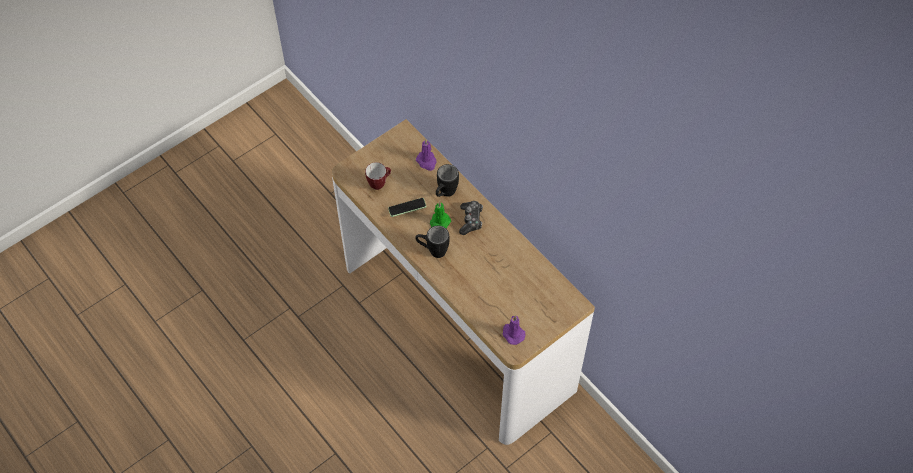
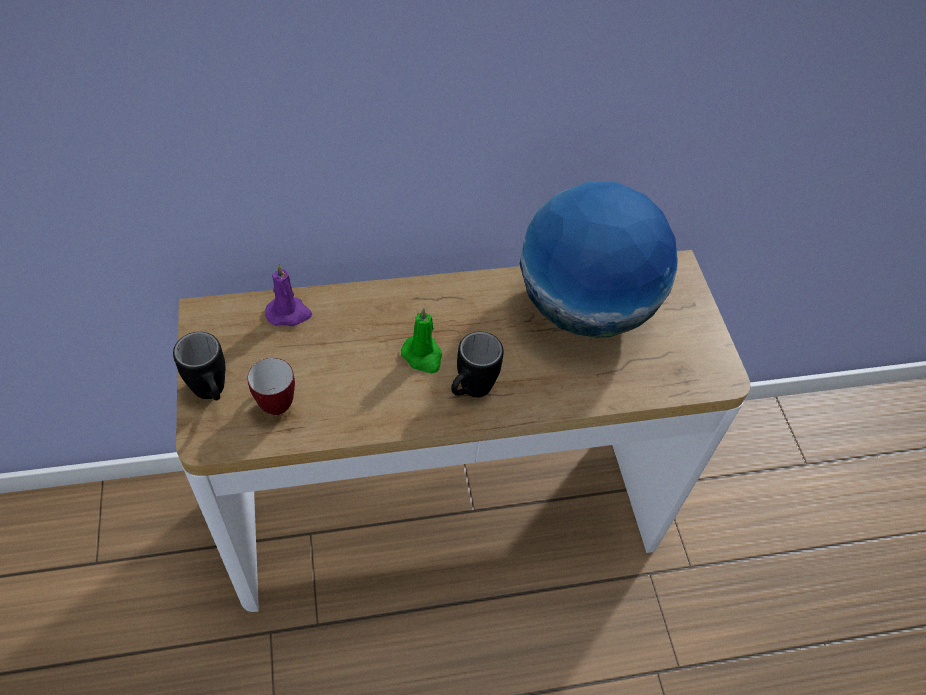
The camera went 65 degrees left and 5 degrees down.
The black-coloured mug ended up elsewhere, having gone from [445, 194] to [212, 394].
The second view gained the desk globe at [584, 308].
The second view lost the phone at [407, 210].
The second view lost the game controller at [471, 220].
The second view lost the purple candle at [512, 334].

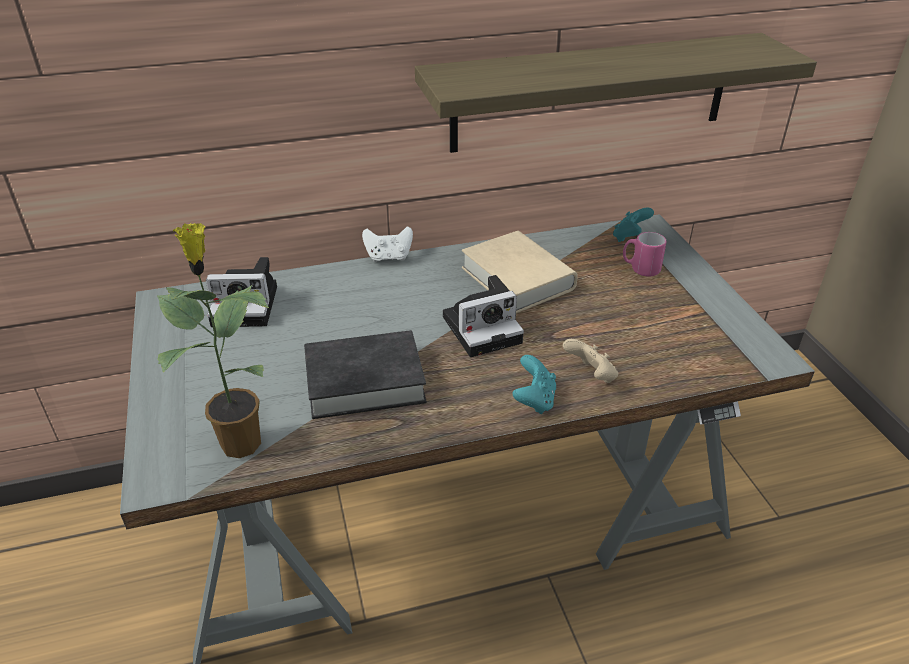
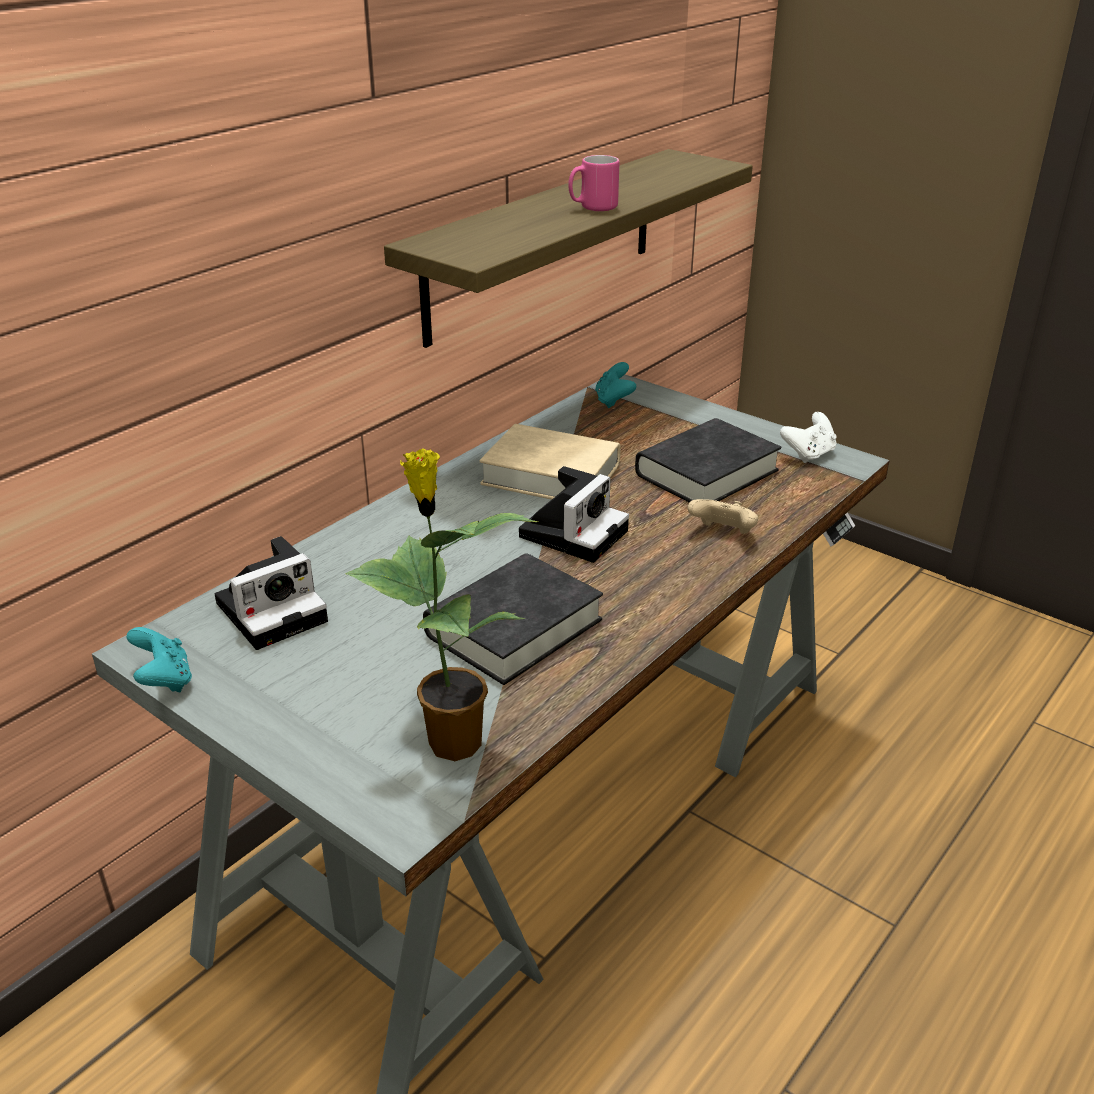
The camera went 35 degrees left and 5 degrees down.
The turquoise-coloured game controller ended up elsewhere, having gone from [534, 400] to [164, 680].
The pinkish mug ended up elsewhere, having gone from [640, 269] to [592, 208].
The second view gained the black-coloured volume at [706, 472].
The white game controller ended up elsewhere, having gone from [389, 257] to [808, 454].

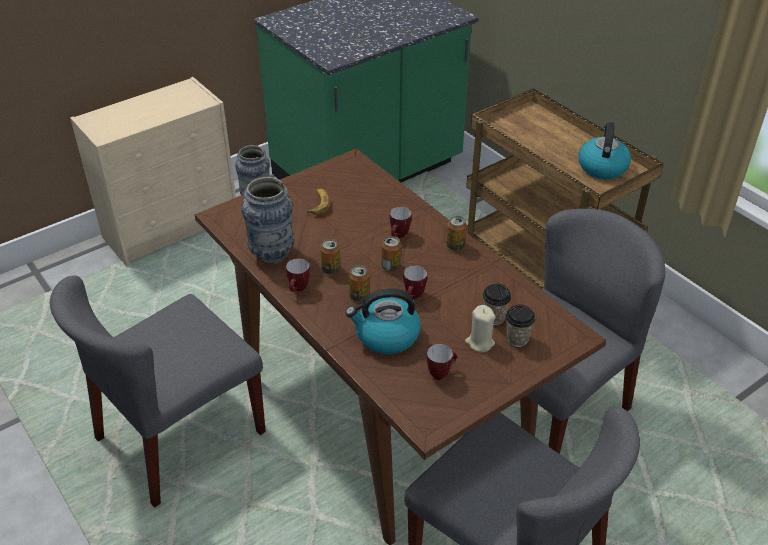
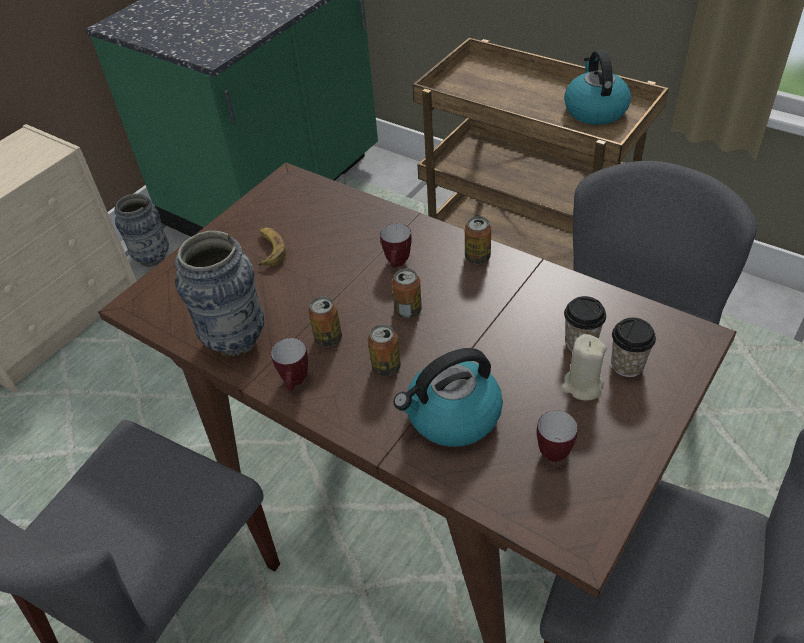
The camera went 15 degrees left and 5 degrees up.
The second view lost the mug at [413, 297].

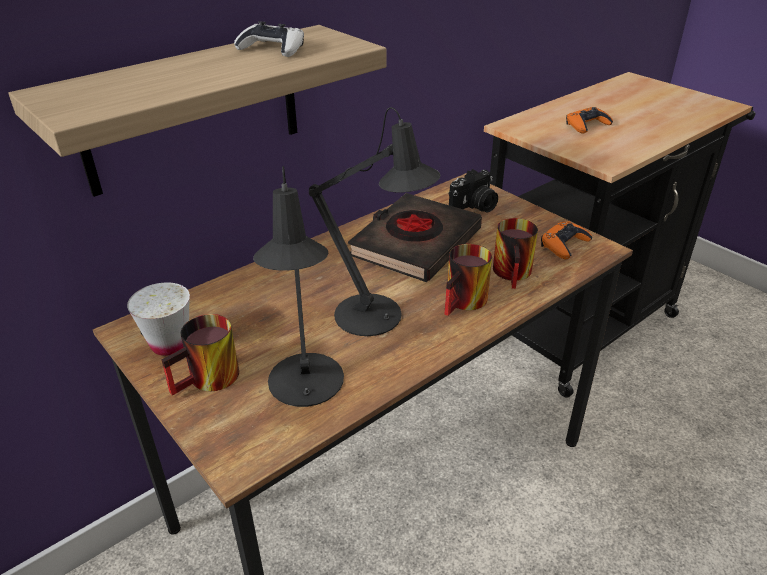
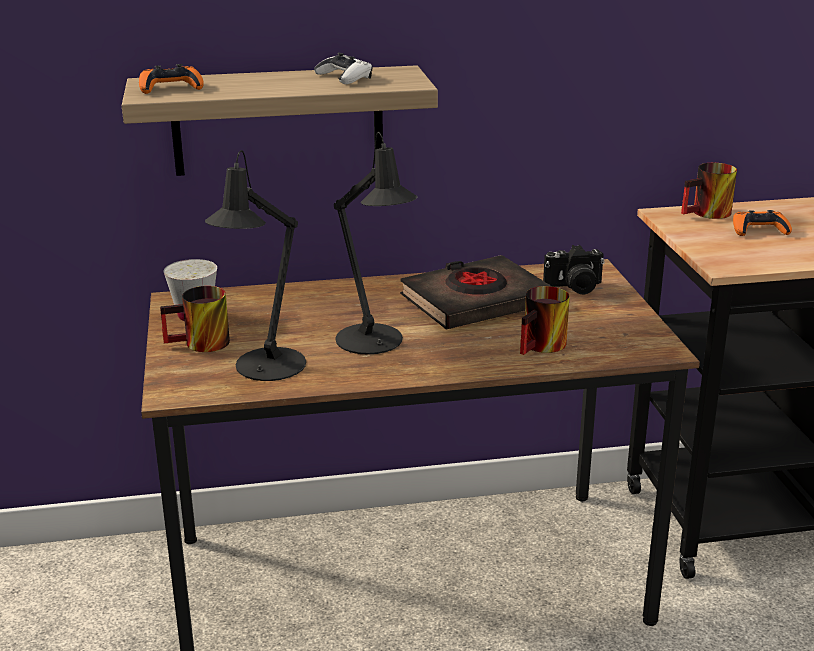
The camera went 30 degrees right and 10 degrees down.
The orange-coloured game controller ended up elsewhere, having gone from [564, 245] to [171, 88].
The mug ended up elsewhere, having gone from [466, 303] to [708, 214].

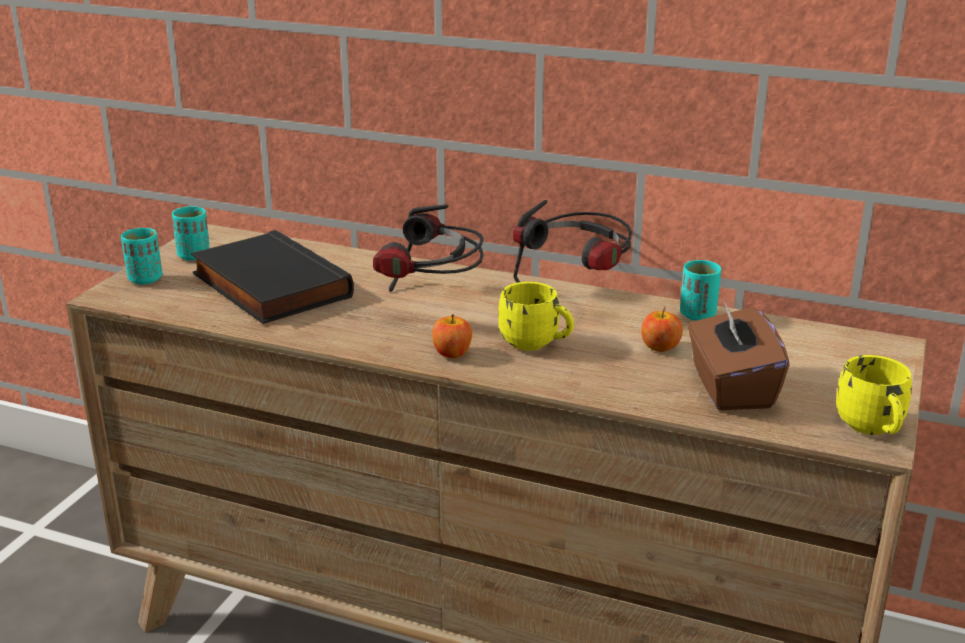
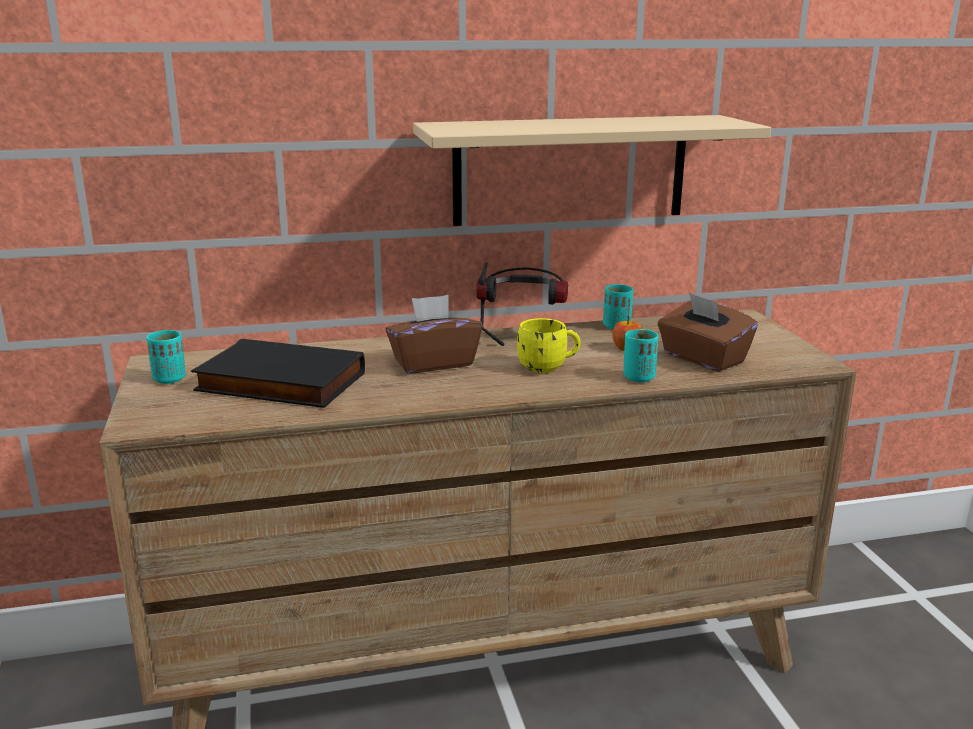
The camera went 35 degrees left and 5 degrees down.
Where the pair of headphones stood at [431, 304], the brownish tissue holder came to stand at [433, 363].
The second view gained the beige wall shelf at [570, 170].
The turquoise-coloured drinking cup ended up elsewhere, having gone from [145, 279] to [638, 378].
The second view lost the apple fruit at [452, 353].
The second view lost the yellow-coloured mug at [872, 429].

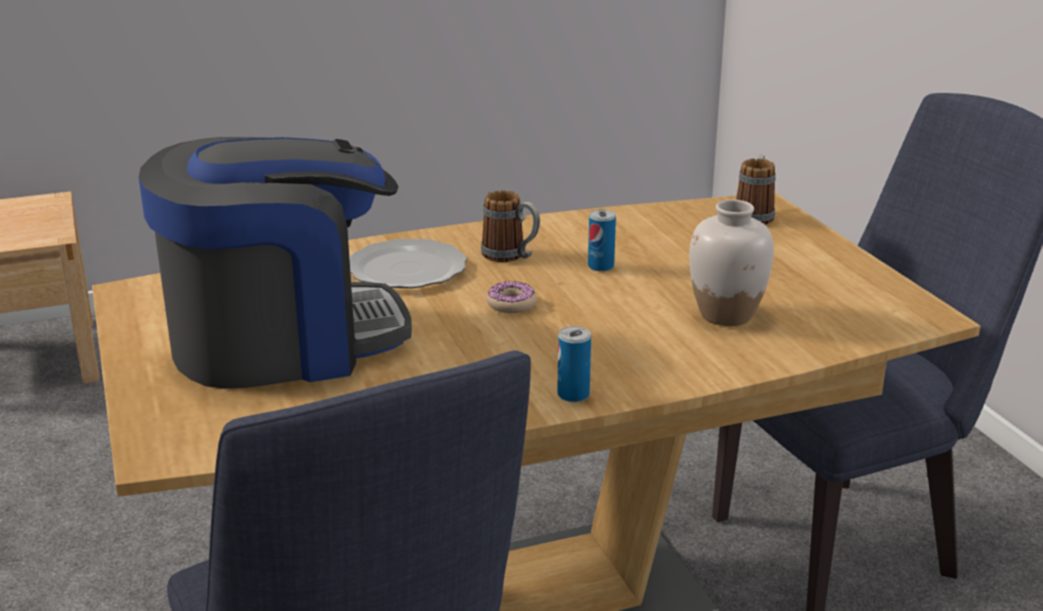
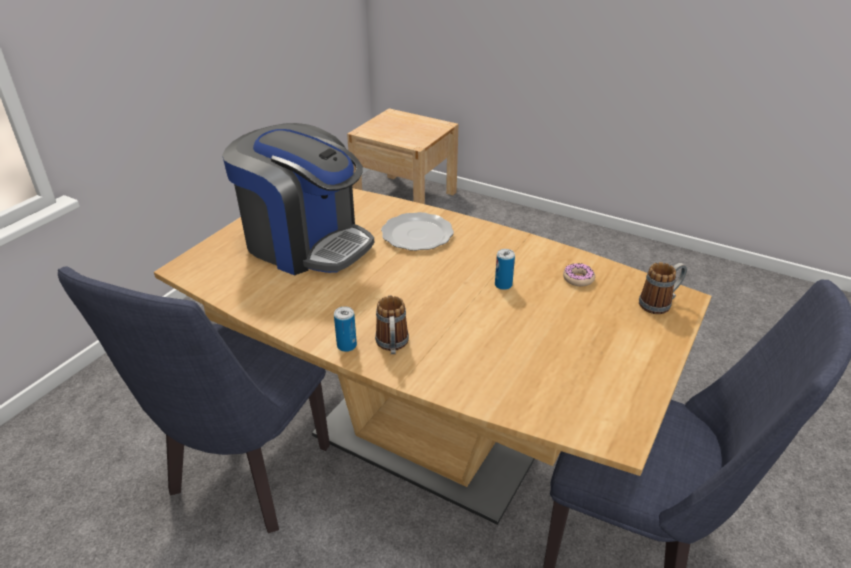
The camera went 50 degrees right and 10 degrees up.
The mug ended up elsewhere, having gone from [511, 256] to [392, 346].
The ring doughnut ended up elsewhere, having gone from [511, 304] to [578, 279].
The second view lost the white decorative vase at [726, 315].

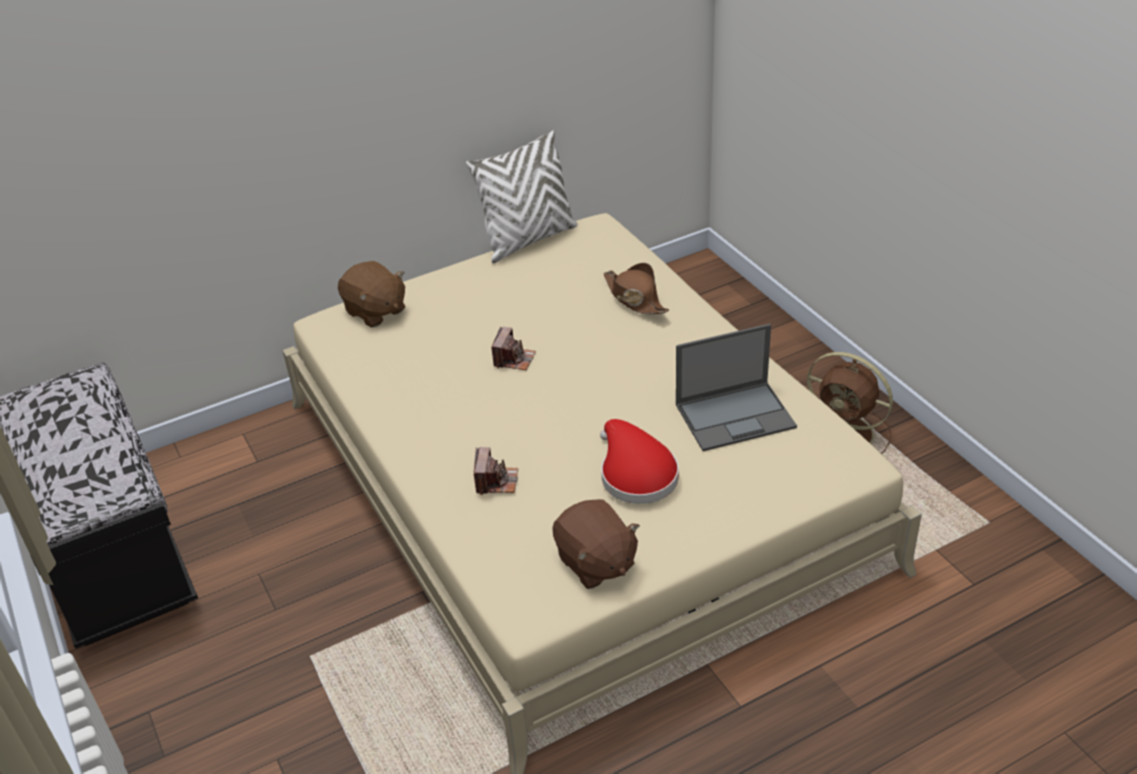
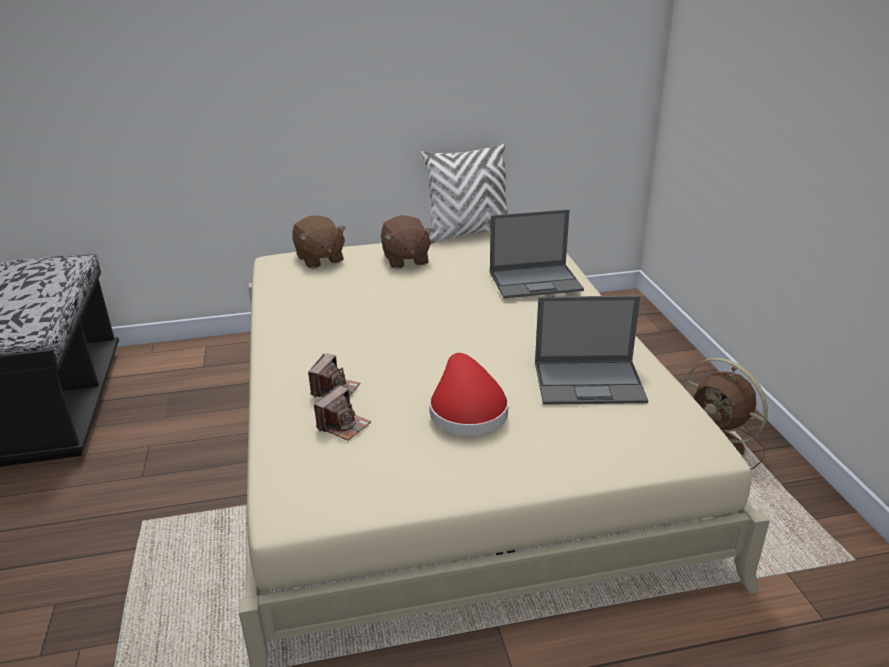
The camera went 15 degrees right and 10 degrees down.
The still camera ended up elsewhere, having gone from [514, 359] to [343, 425].
The brownish plush toy ended up elsewhere, having gone from [595, 563] to [405, 260].
Where the brownish hat stood at [634, 298], the notebook computer came to stand at [536, 281].

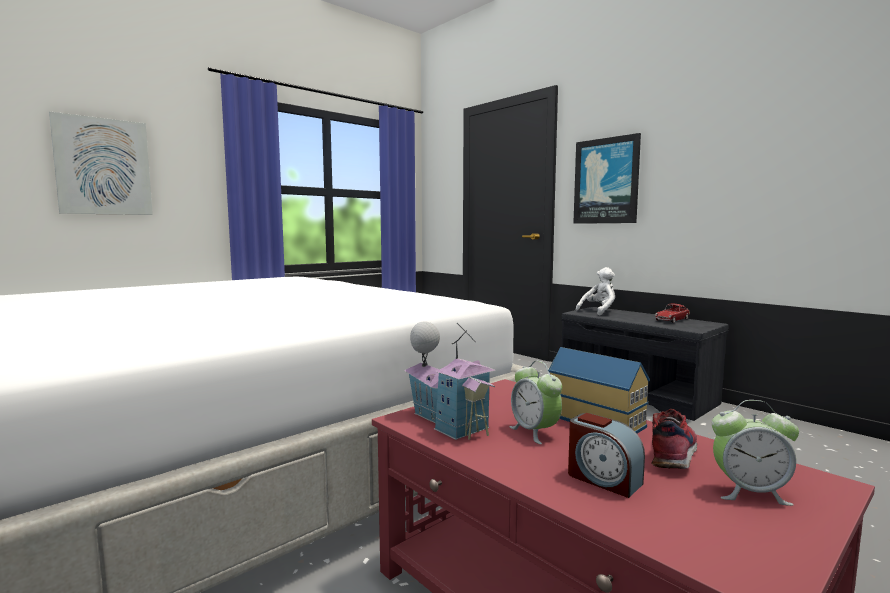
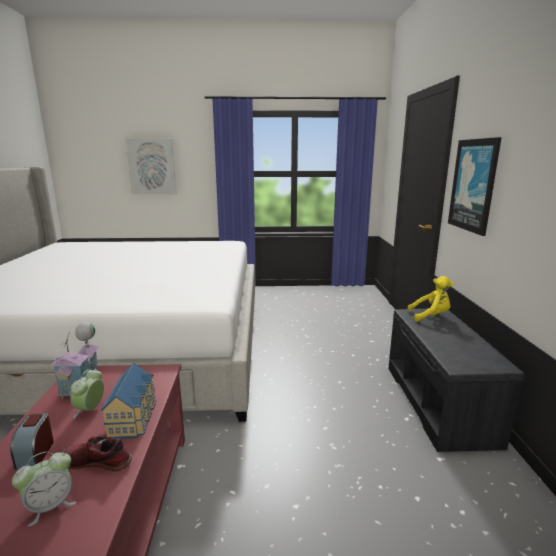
The camera went 40 degrees right and 10 degrees up.
The alarm clock at [749, 492] ended up facing another way, 90 degrees counterclockwise from before.
The shoe at [673, 453] ended up facing another way, 150 degrees counterclockwise from before.
What was the white plush toy at [599, 311] turned into the yellow-coloured plush toy at [430, 316].
The second view lost the model car at [672, 320].

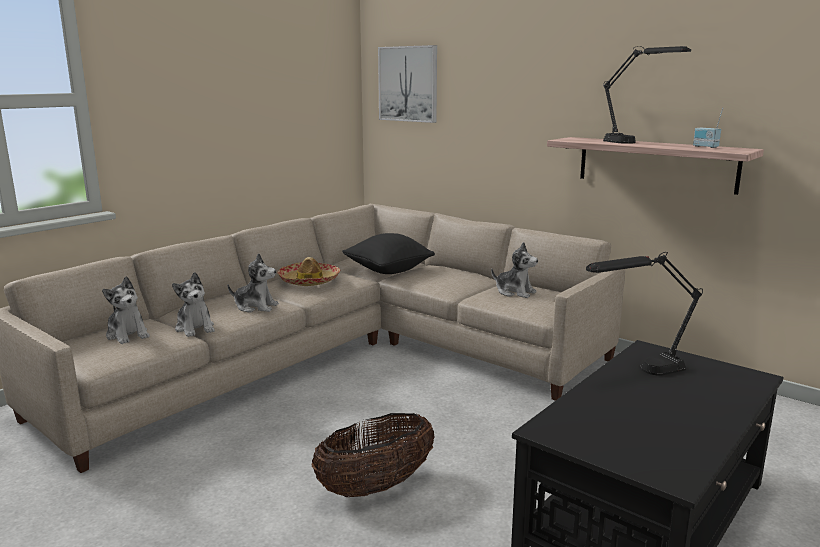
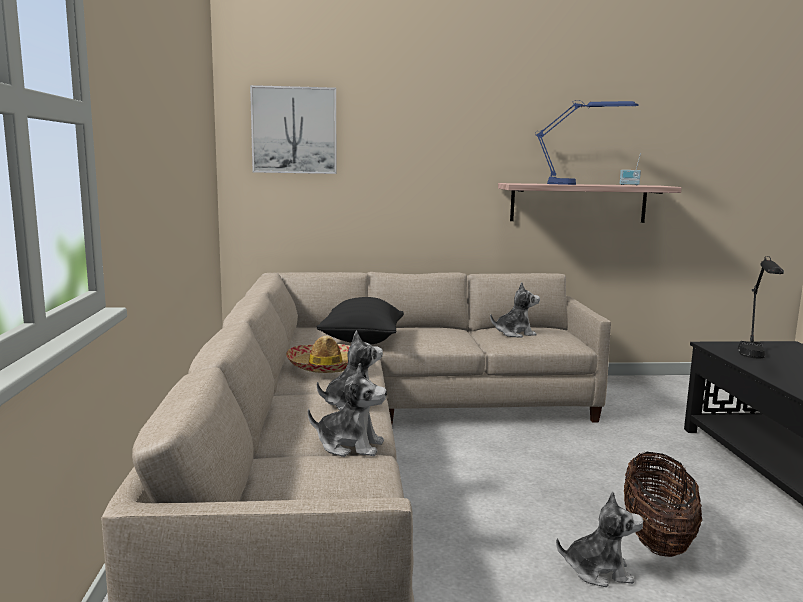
The camera went 45 degrees left and 5 degrees down.
What was the black-coloured table lamp at [635, 143] turned into the blue-coloured table lamp at [580, 184].
The plush toy ended up elsewhere, having gone from [128, 335] to [598, 571].

